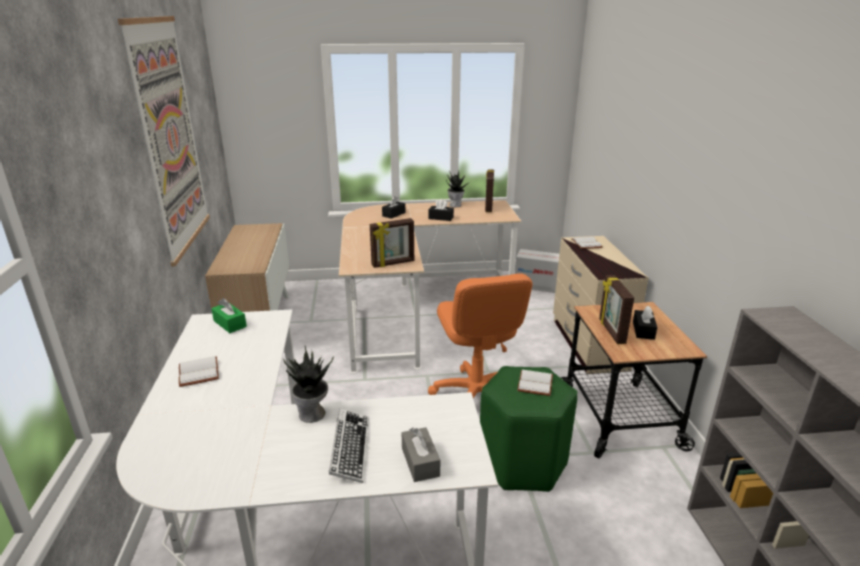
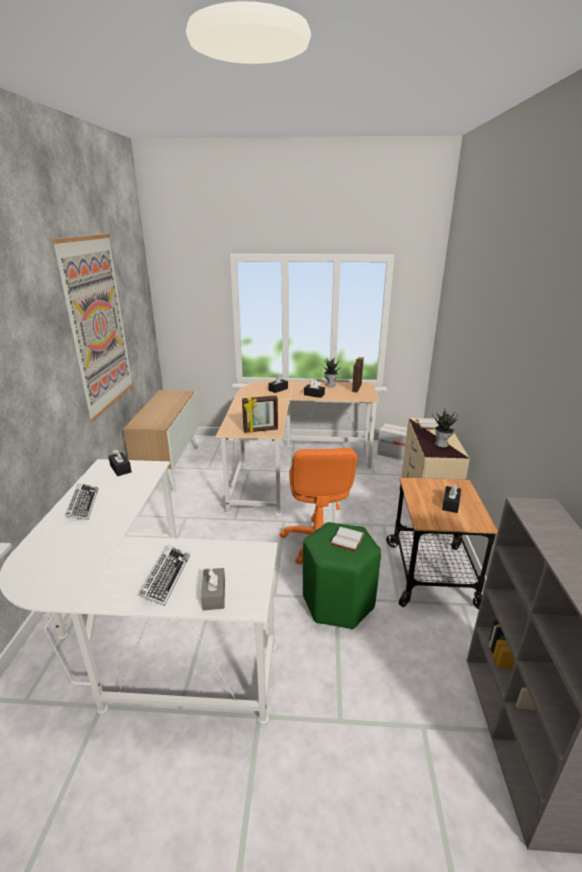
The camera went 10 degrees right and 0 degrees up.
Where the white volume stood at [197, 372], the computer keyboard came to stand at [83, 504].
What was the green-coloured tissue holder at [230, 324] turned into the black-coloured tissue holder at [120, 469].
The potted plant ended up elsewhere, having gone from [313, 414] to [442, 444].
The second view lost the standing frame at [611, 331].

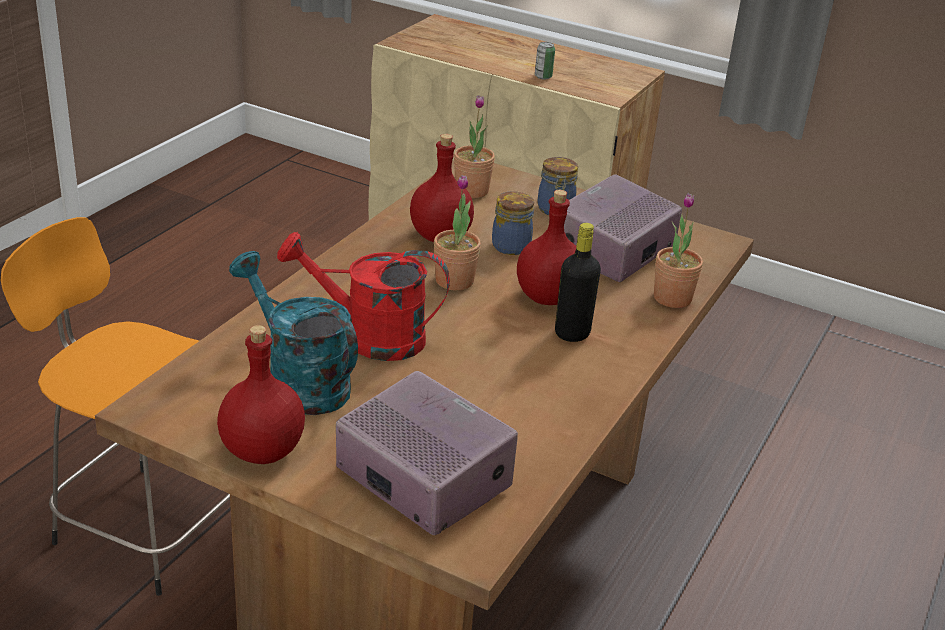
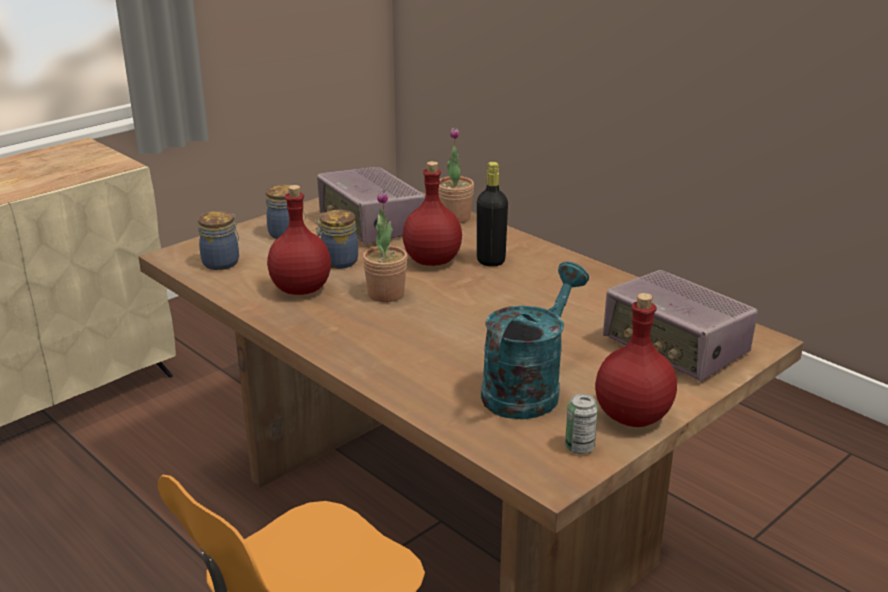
The camera went 70 degrees left and 5 degrees down.
Where the potted plant stood at [471, 191], the storage jar came to stand at [222, 262].
The turquoise-coloured watering pot at [298, 382] ended up facing another way, 150 degrees clockwise from before.
The metal can ended up elsewhere, having gone from [543, 77] to [579, 447].
The radio set at [423, 478] ended up facing another way, 105 degrees counterclockwise from before.
The second view lost the red watering pot at [370, 337].

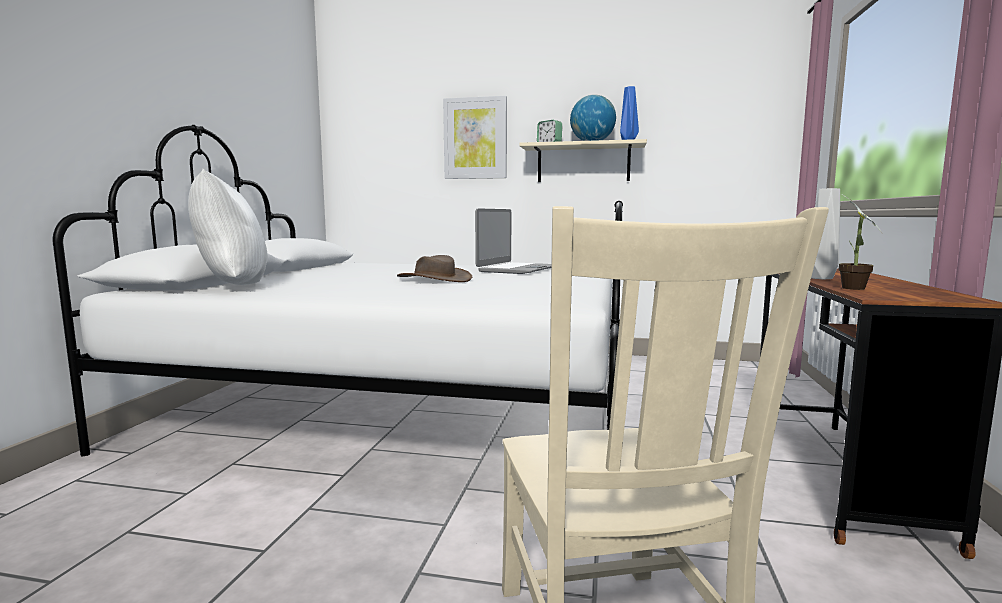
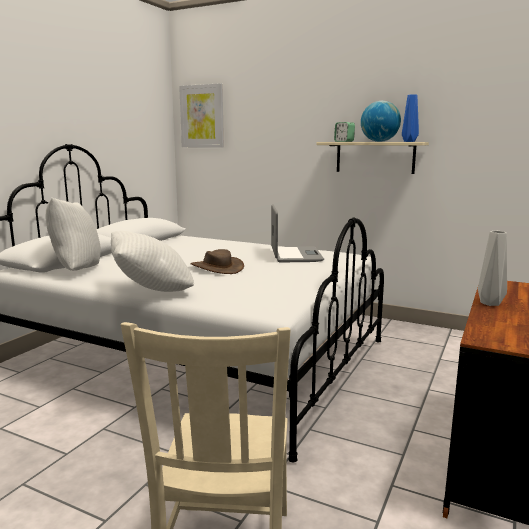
The camera went 15 degrees right and 5 degrees up.
The second view gained the white pillow at [151, 290].
The picture ended up elsewhere, having gone from [475, 138] to [202, 116].
The notebook computer at [517, 269] ended up facing another way, 45 degrees counterclockwise from before.
The second view lost the potted plant at [852, 288].

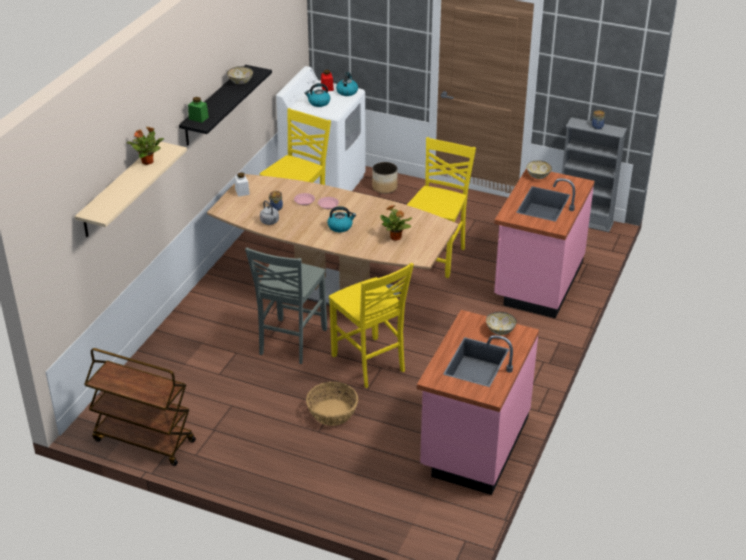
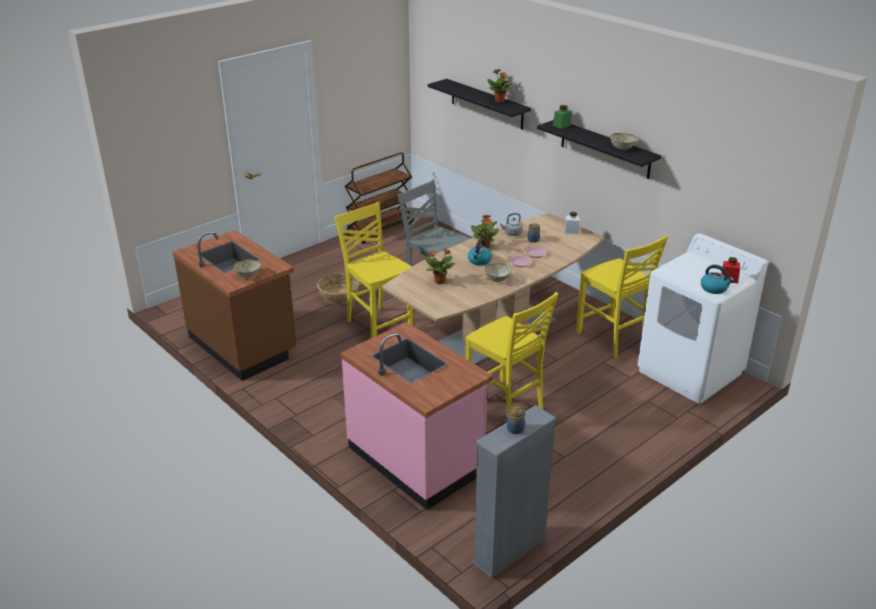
The camera went 115 degrees right and 5 degrees down.
What was the pinkish kitchen base unit at [473, 443] turned into the brownish kitchen base unit at [243, 345].
The yellow-coloured upright chair at [369, 364] ended up facing another way, 60 degrees clockwise from before.
What was the beige wall shelf at [120, 190] turned into the black-coloured wall shelf at [486, 104].
The second view gained the potted plant at [485, 246].
The bowl ended up elsewhere, having gone from [538, 176] to [497, 279].
The second view lost the kettle at [318, 103].
The second view lost the plant pot at [385, 187].

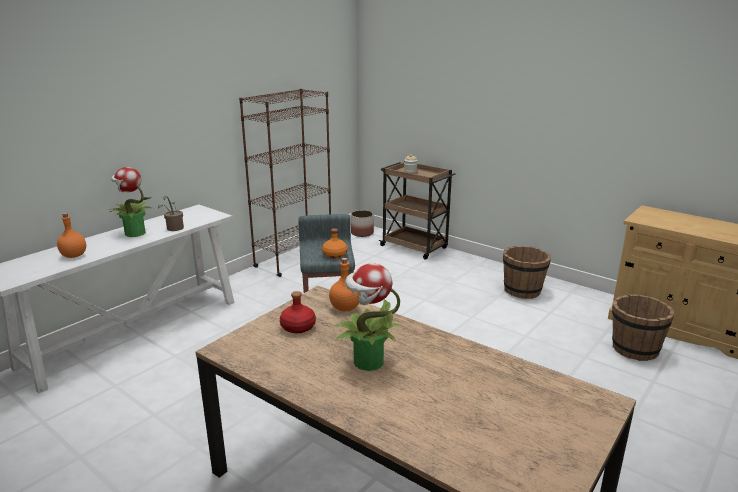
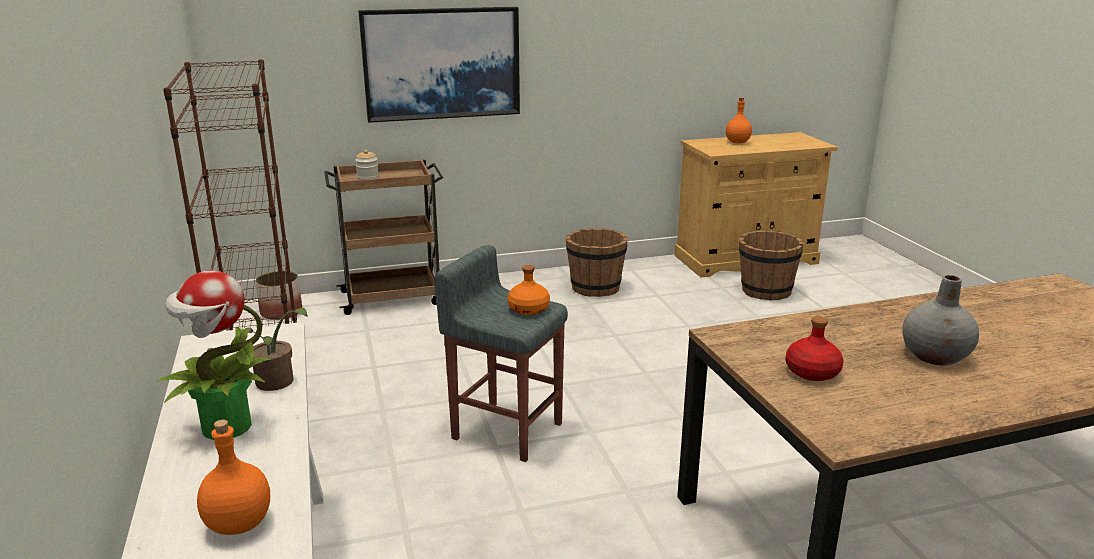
The camera went 55 degrees left and 0 degrees up.
The second view gained the picture at [441, 63].
The orange-coloured beverage bottle ended up elsewhere, having gone from [345, 308] to [737, 142].
Where the potted plant stood at [367, 362], the grey decorative vase came to stand at [935, 356].

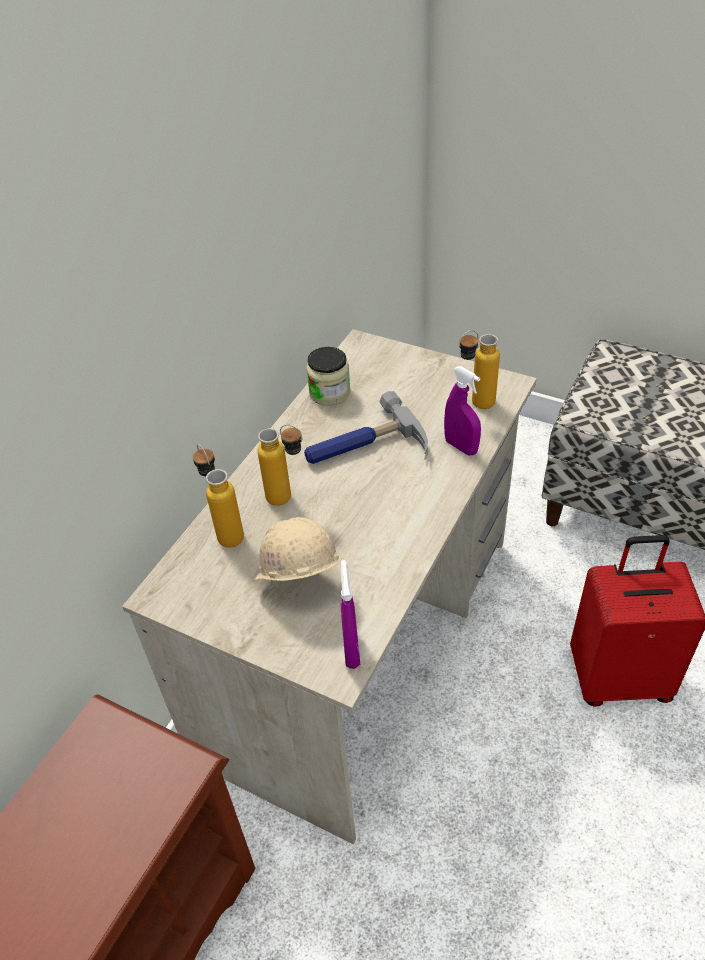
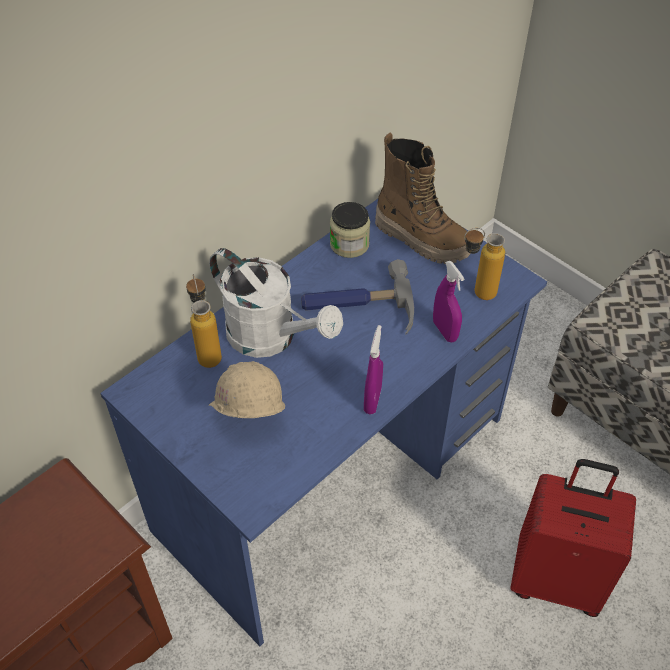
The camera went 15 degrees right and 5 degrees up.
What was the beige desk at [361, 644] turned into the blue-coloured desk at [333, 474].
Where the beverage bottle stood at [288, 500], the white watering pot came to stand at [272, 338].
The purple sprayer ended up elsewhere, having gone from [351, 650] to [372, 400].
The second view gained the boot at [422, 239].

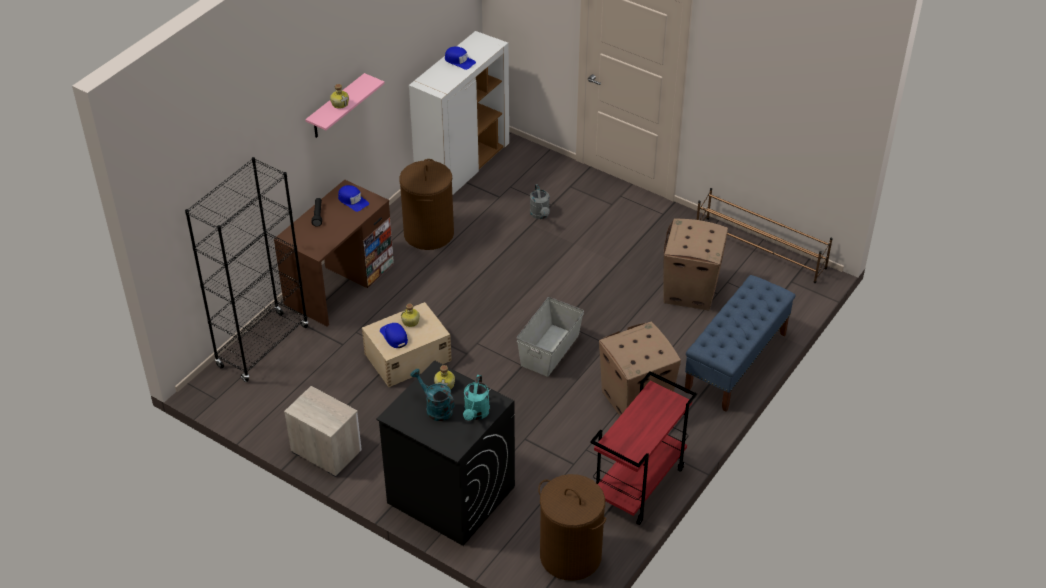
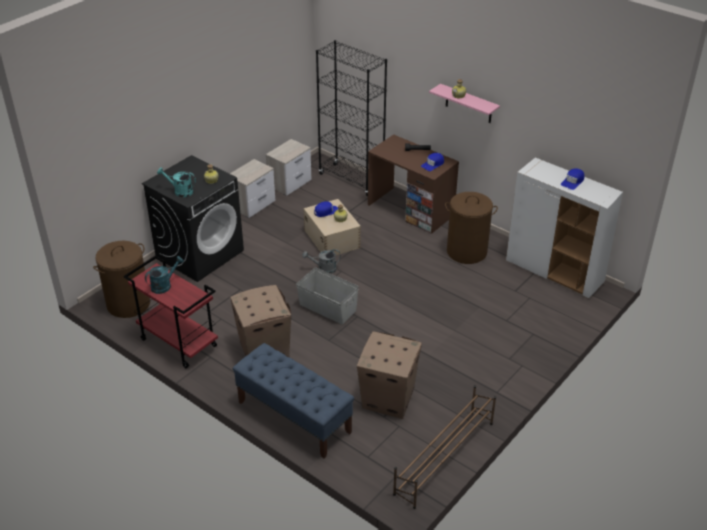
The camera went 95 degrees right and 5 degrees down.
The turquoise-coloured watering pot ended up elsewhere, having gone from [435, 408] to [164, 285].
The second view gained the nightstand at [290, 183].
The grey watering pot ended up elsewhere, having gone from [540, 215] to [323, 269].

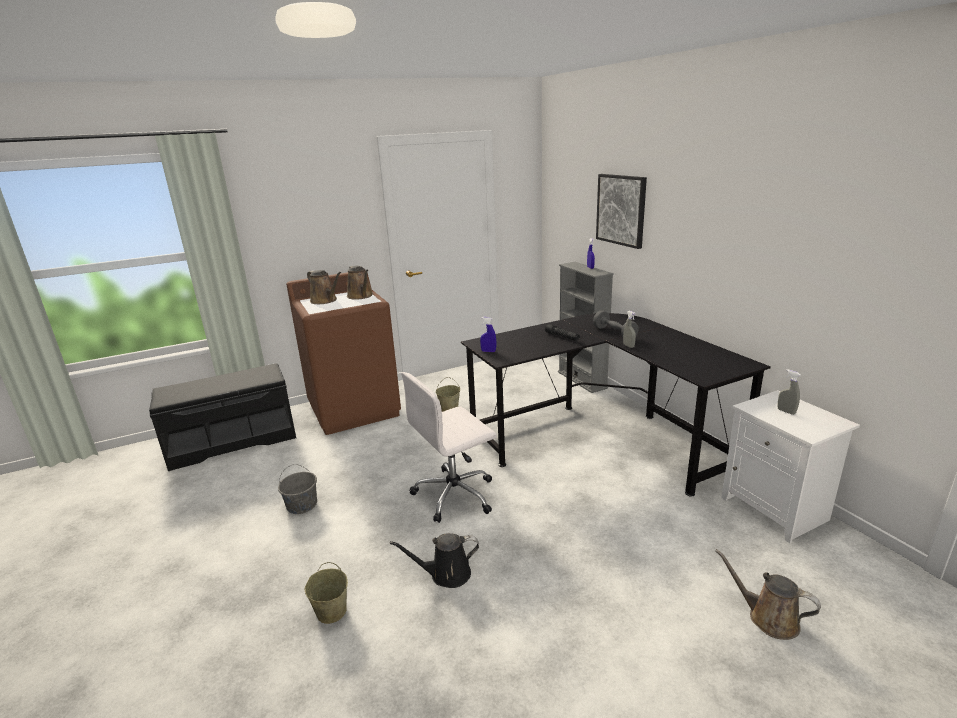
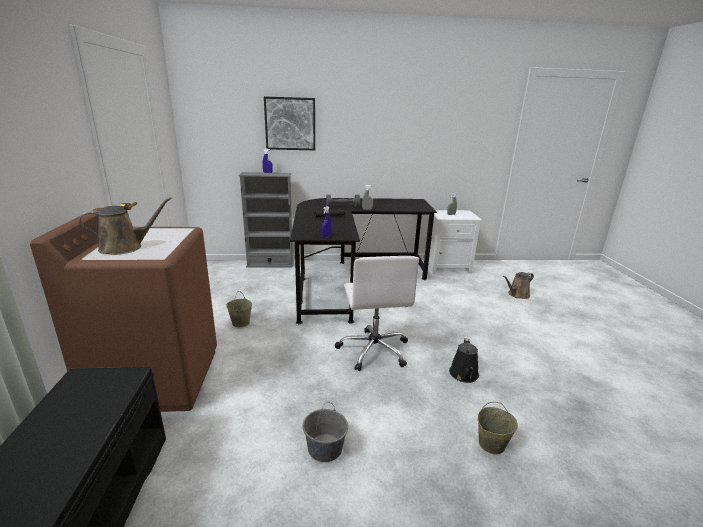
The camera went 70 degrees left and 0 degrees up.
The second view lost the brownish watering pot at [361, 296].

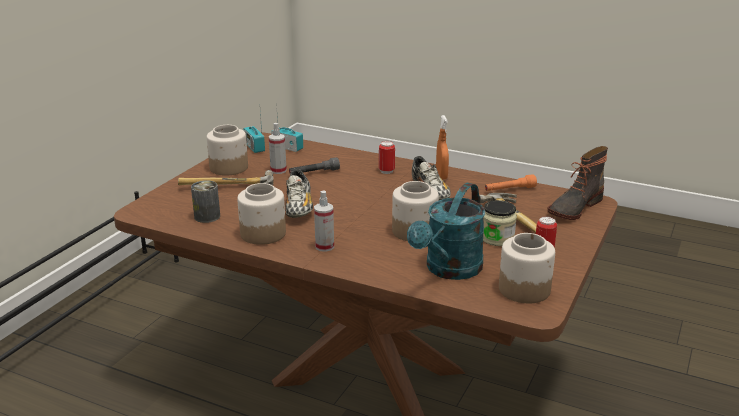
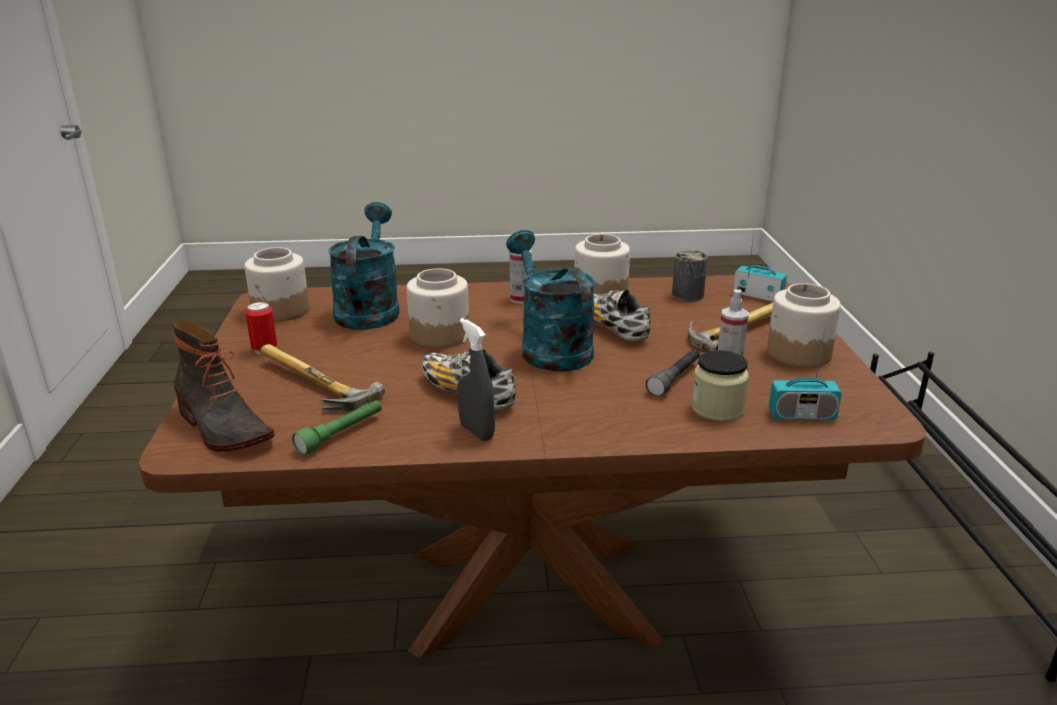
The camera went 150 degrees right and 0 degrees up.
The boot at [574, 207] ended up facing another way, 120 degrees clockwise from before.
What was the orange-coloured torch at [509, 190] turned into the green-coloured torch at [341, 434].
What was the orange-coloured sprayer at [441, 175] turned into the grey sprayer at [476, 432].
The second view gained the turquoise-coloured watering pot at [550, 347].
The storage jar ended up elsewhere, having gone from [497, 238] to [717, 409].
The radio set ended up elsewhere, having gone from [254, 147] to [758, 296].
The second view lost the metal can at [386, 171].

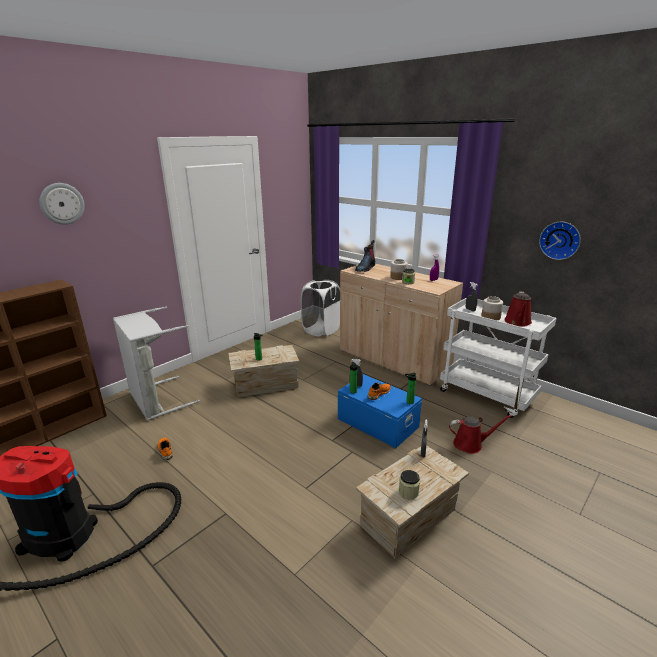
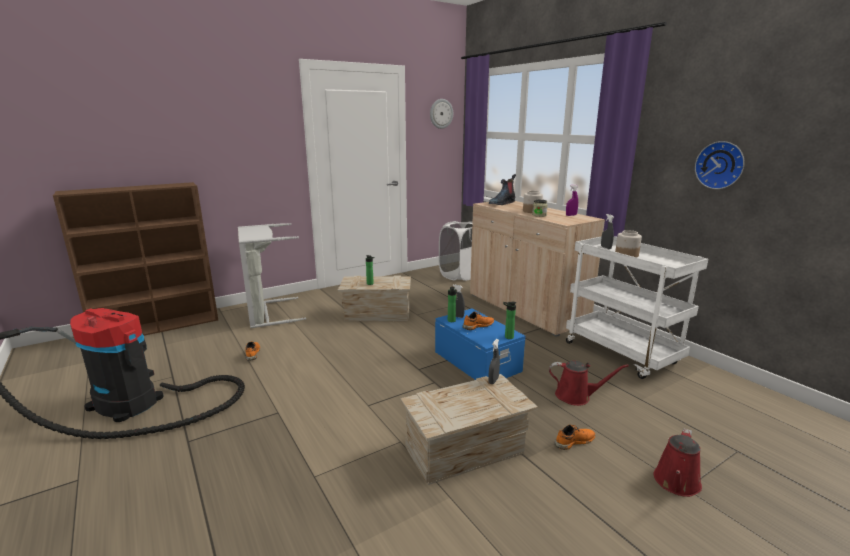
The camera went 15 degrees right and 5 degrees down.
The hanging clock ended up elsewhere, having gone from [62, 203] to [441, 113].
The second view gained the orange-coloured shoe at [574, 441].
The red watering pot ended up elsewhere, having gone from [518, 322] to [676, 483].
The second view lost the storage jar at [408, 492].

